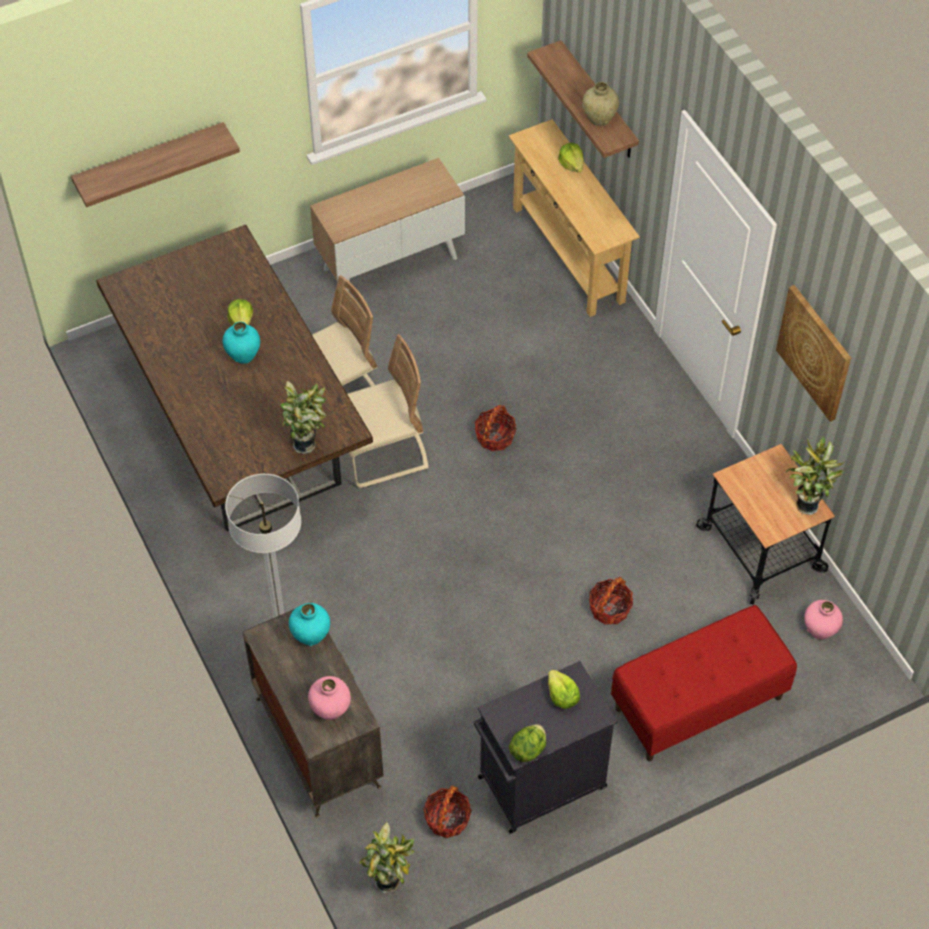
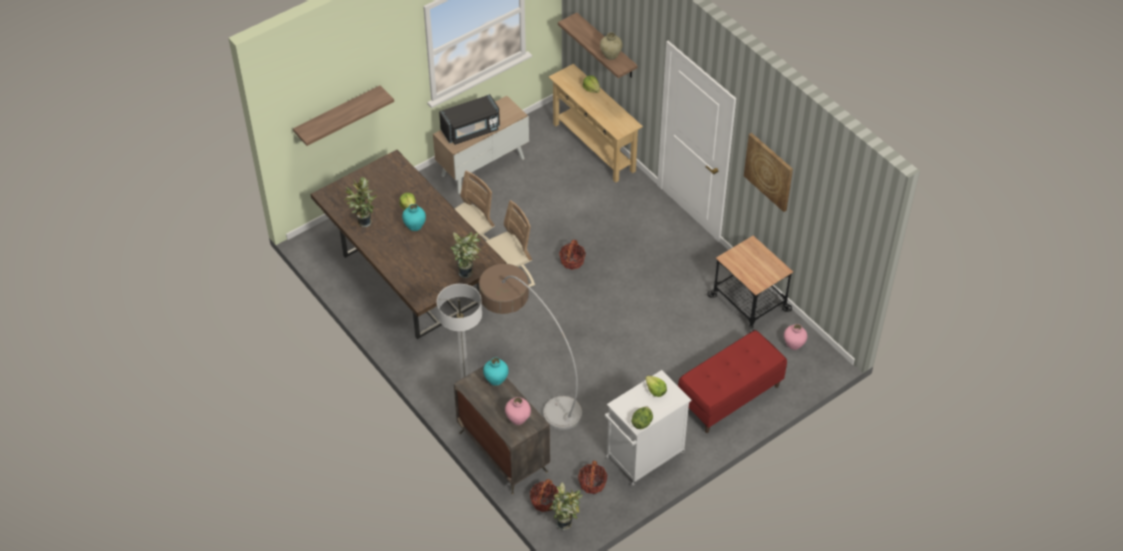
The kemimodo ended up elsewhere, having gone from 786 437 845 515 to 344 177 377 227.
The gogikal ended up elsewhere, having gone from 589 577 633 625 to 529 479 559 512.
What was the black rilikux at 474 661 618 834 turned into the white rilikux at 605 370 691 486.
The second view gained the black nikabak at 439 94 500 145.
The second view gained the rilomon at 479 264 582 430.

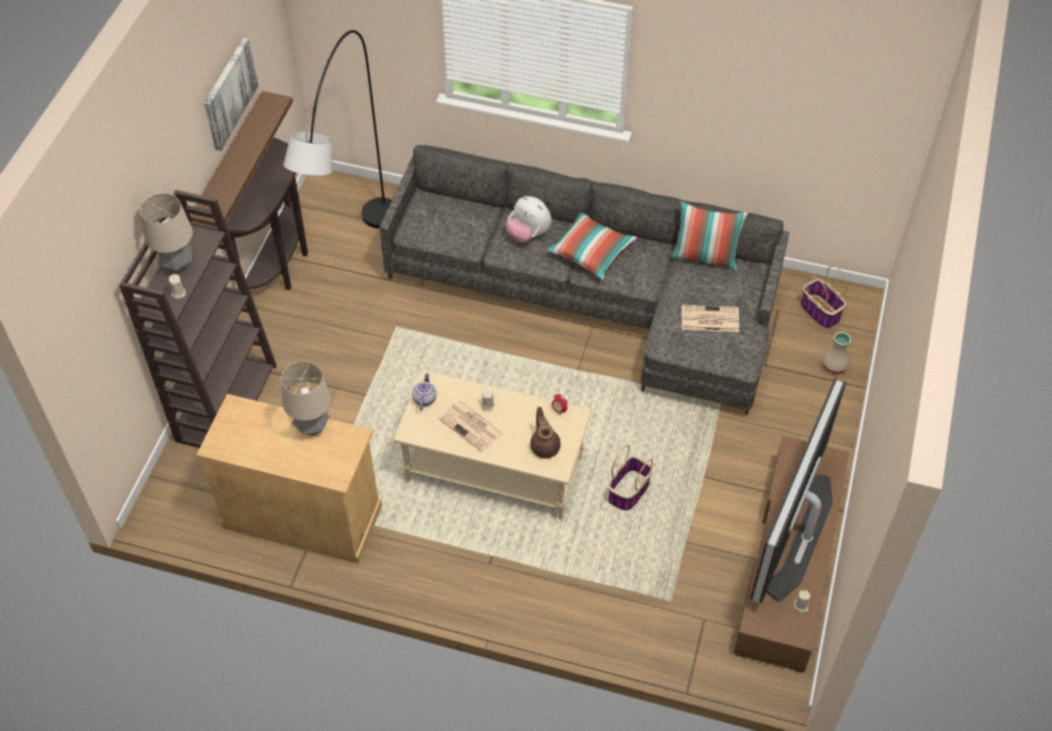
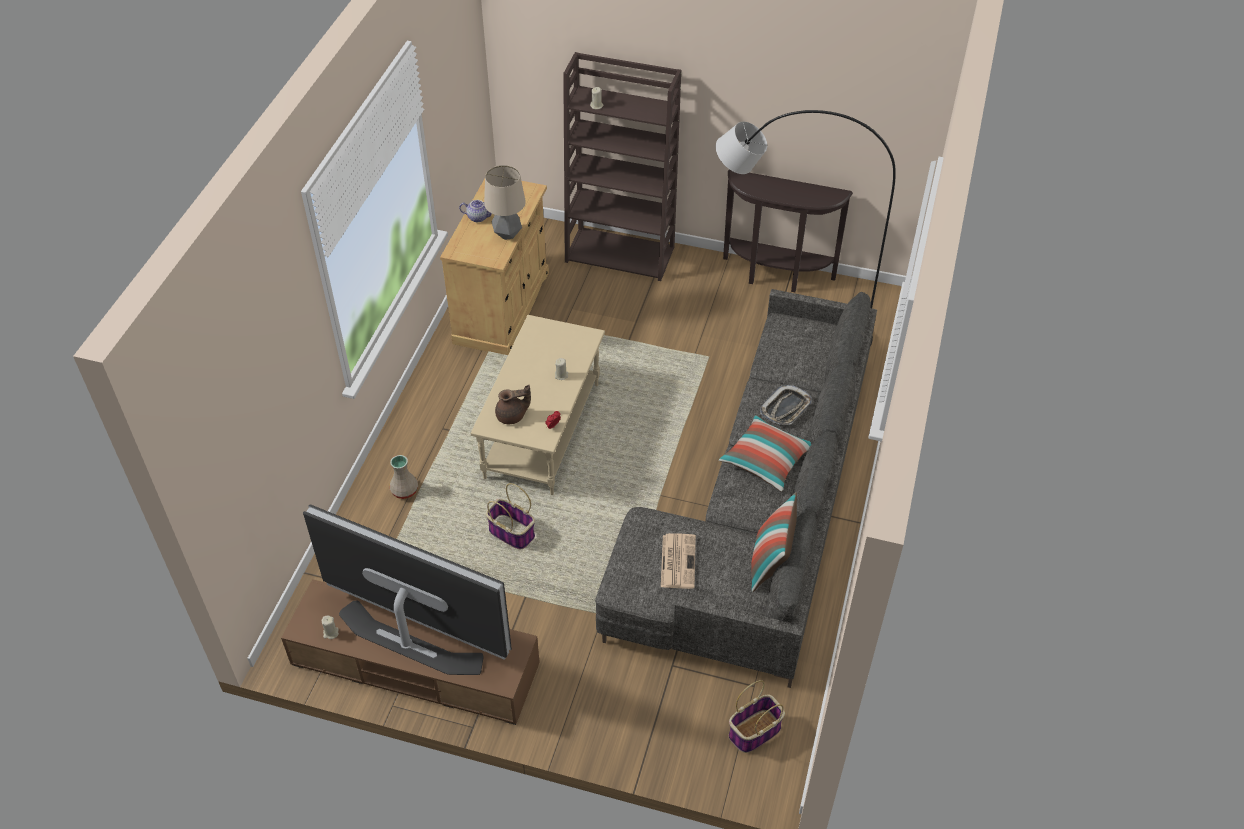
The second view lost the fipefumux at 204 38 258 151.
The second view lost the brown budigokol at 190 91 293 226.
The second view lost the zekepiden at 140 193 193 273.
Where the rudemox stood at 506 196 552 243, the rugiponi came to stand at 760 385 812 425.
The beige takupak ended up elsewhere, having gone from 822 332 851 374 to 389 455 418 499.
The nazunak ended up elsewhere, having gone from 412 373 437 411 to 459 200 492 222.
The second view lost the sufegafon at 438 401 504 452.

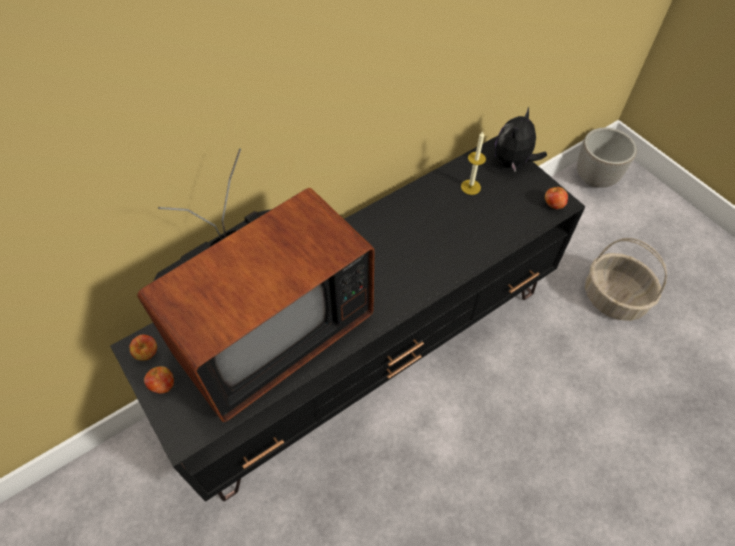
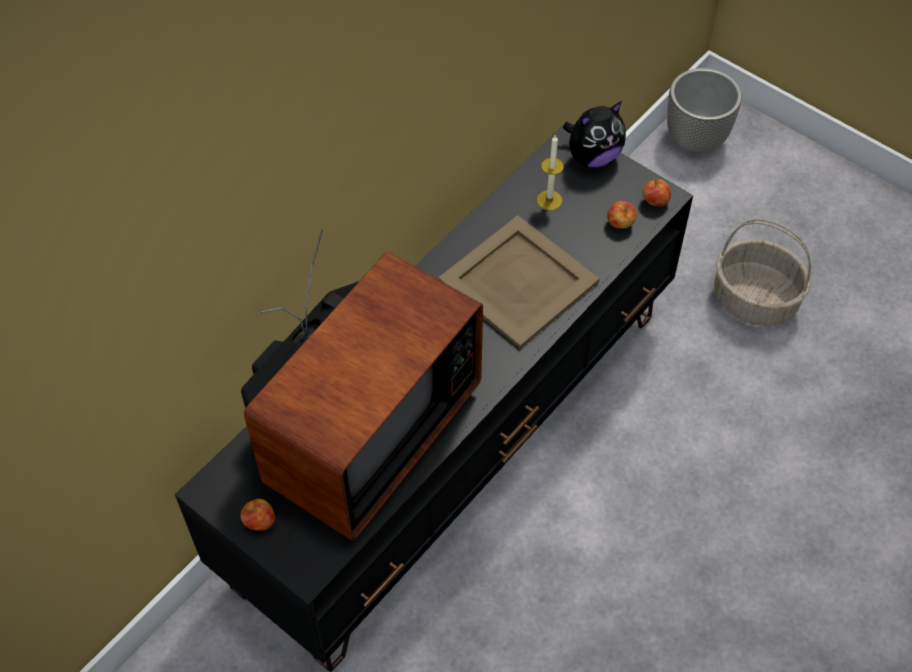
The rudemox at 495 106 547 173 ended up facing another way, 135 degrees counterclockwise from before.
The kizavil ended up elsewhere, having gone from 130 335 157 361 to 607 201 637 229.
The second view gained the beige rugiponi at 438 215 600 348.

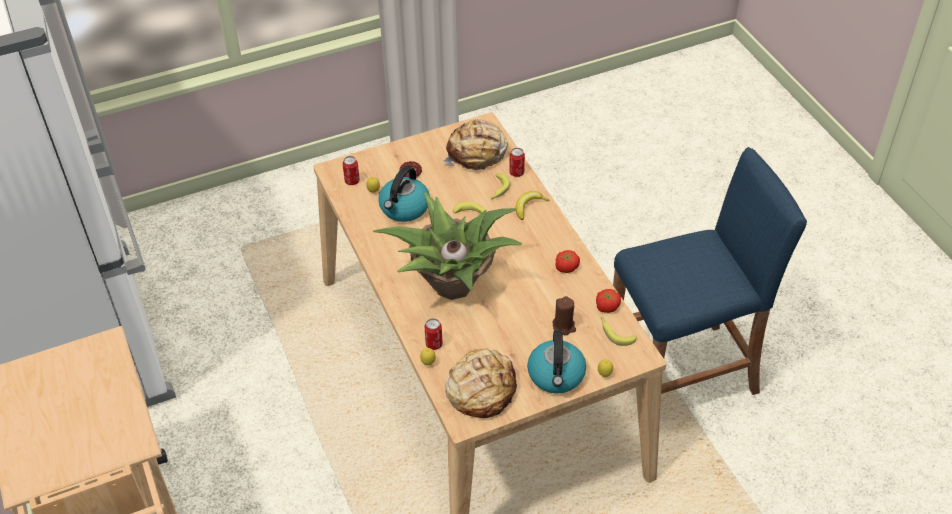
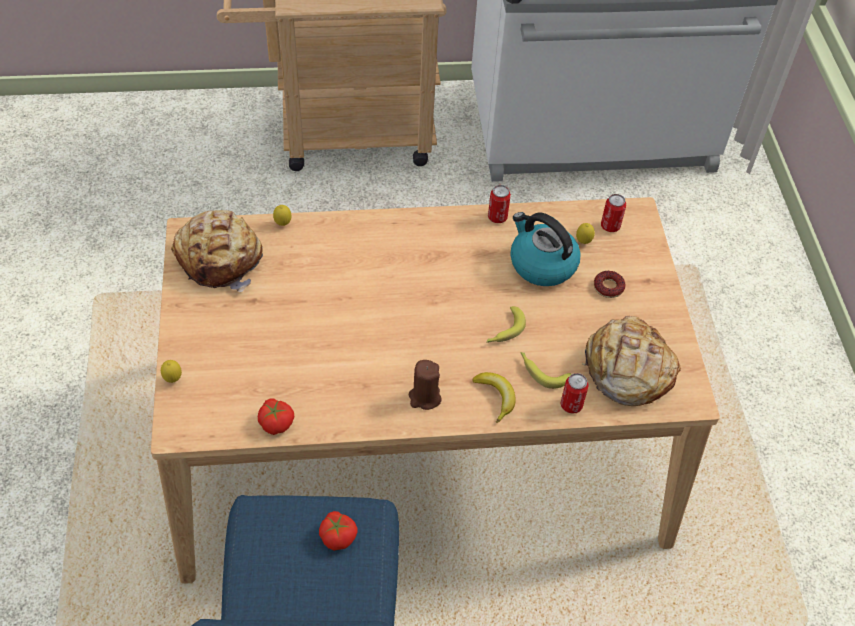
The second view lost the kemimodo at 373 192 522 300.
The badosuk ended up elsewhere, having gone from 555 250 580 273 to 319 511 357 551.
The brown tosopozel ended up elsewhere, having gone from 553 296 576 336 to 409 360 442 410.
The second view lost the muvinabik at 601 317 637 346.
The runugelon ended up elsewhere, having gone from 424 318 443 350 to 488 185 511 223.
The second view lost the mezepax at 527 330 586 394.

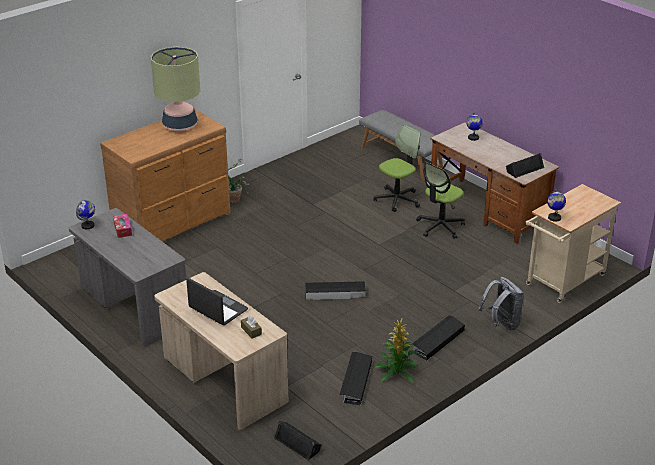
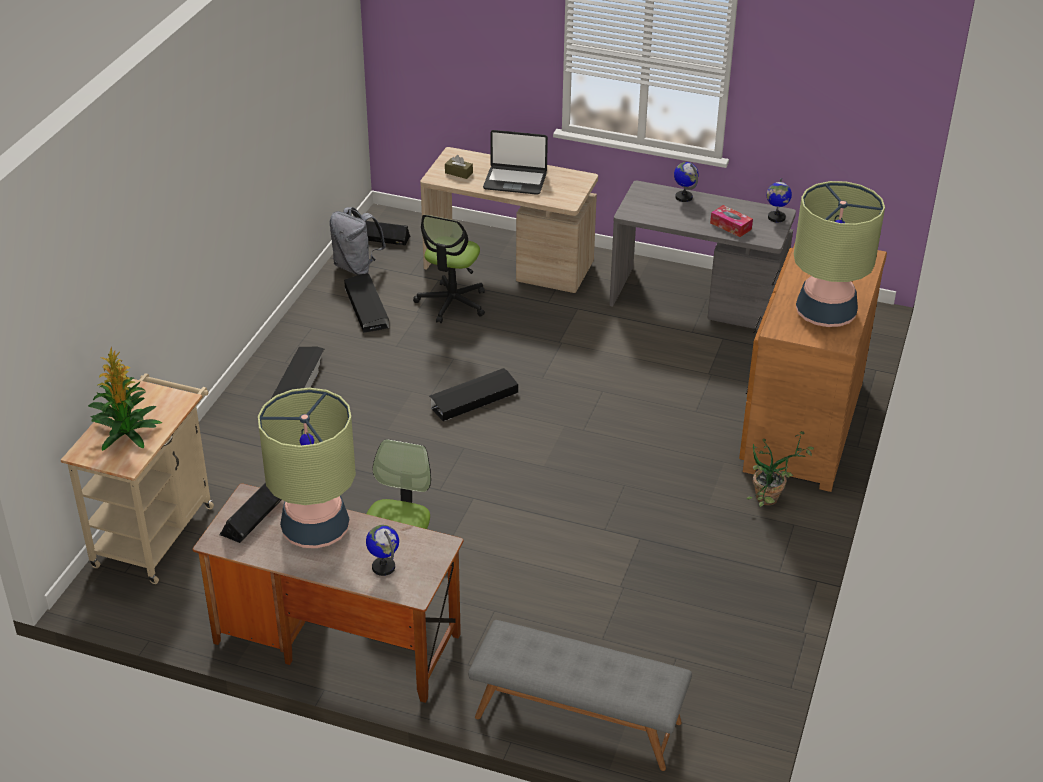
The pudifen ended up elsewhere, having gone from 373 125 420 212 to 413 215 485 323.
The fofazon ended up elsewhere, having gone from 547 189 566 222 to 674 162 699 202.
The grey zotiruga ended up elsewhere, having gone from 479 277 524 331 to 329 207 386 275.
The kemimodo ended up elsewhere, having gone from 375 318 419 383 to 88 347 162 451.
The second view gained the zekepiden at 258 387 356 548.

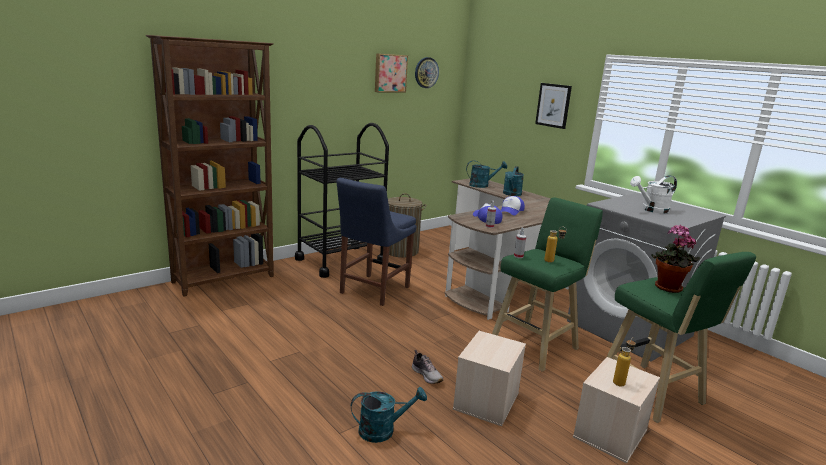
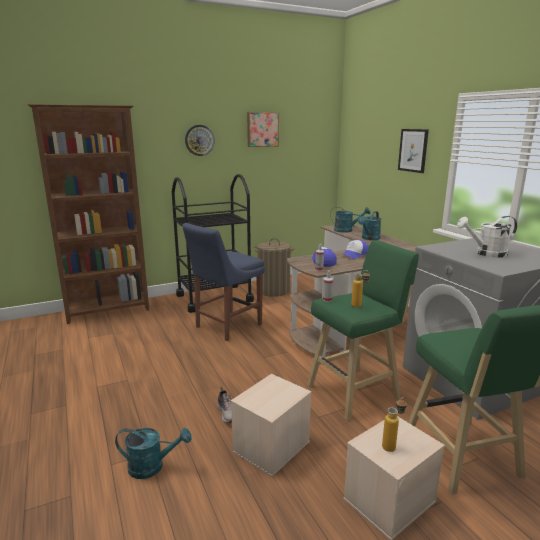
The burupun ended up elsewhere, having gone from 415 57 439 88 to 185 125 215 156.
The second view lost the kemimodo at 651 225 700 293.

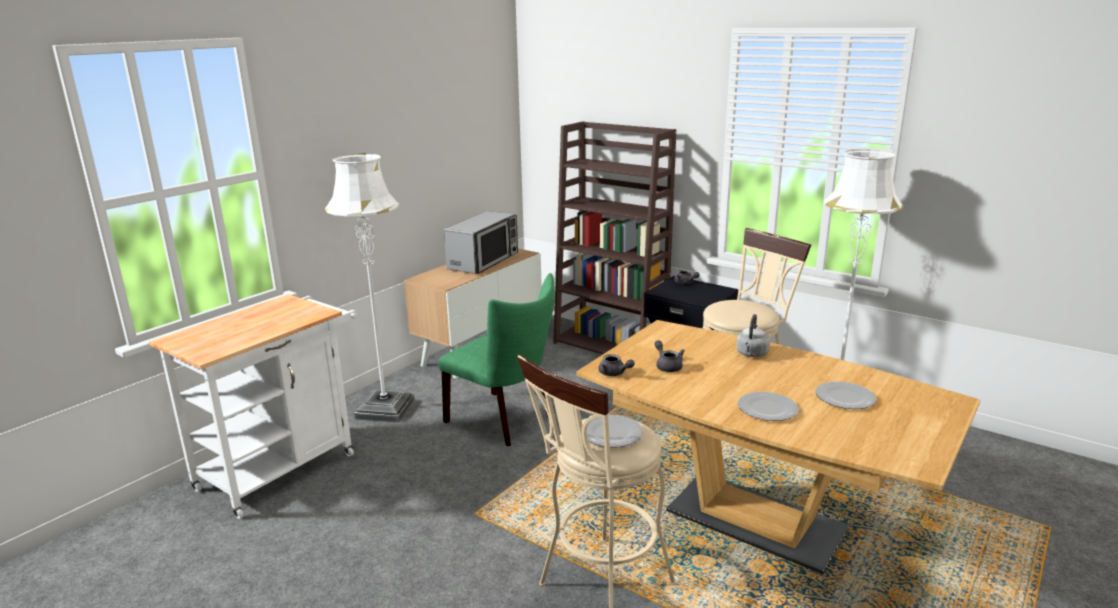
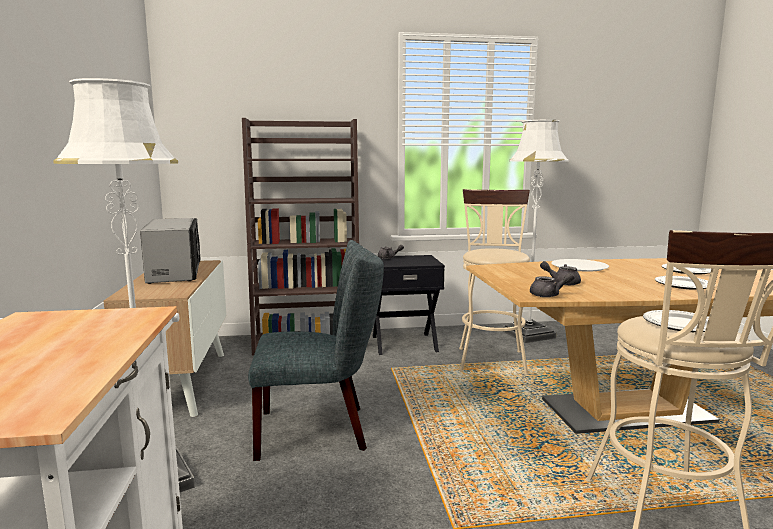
What was the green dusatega at 438 273 555 446 turned into the grey dusatega at 248 240 384 461.
Where the grey mezepax stood at 736 314 770 357, the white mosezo came to stand at 551 259 609 272.

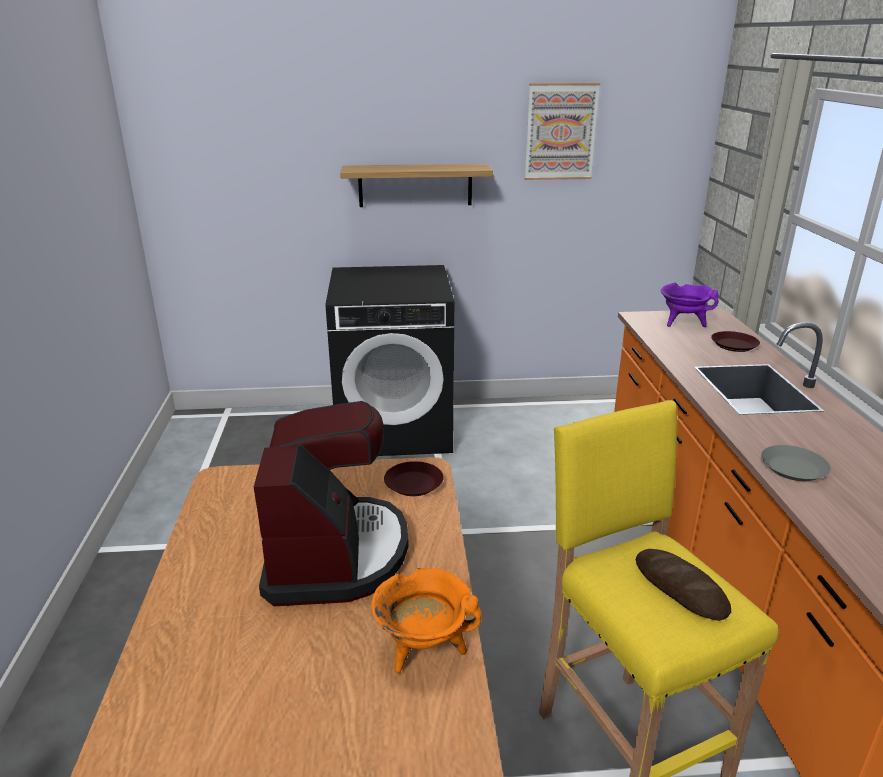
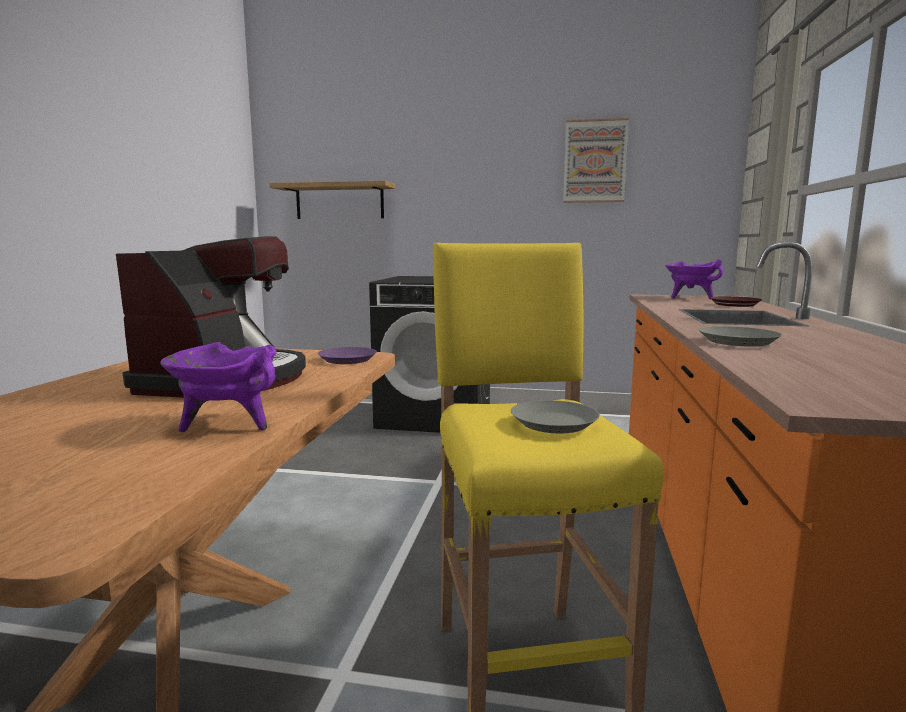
The budigokol ended up elsewhere, having gone from 340 164 493 207 to 269 181 395 219.
What was the brown mosezo at 384 461 444 496 turned into the purple mosezo at 318 347 377 364.
Where the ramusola stood at 635 549 731 621, the grey mosezo came to stand at 511 400 600 433.
What was the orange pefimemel at 372 568 482 673 turned into the purple pefimemel at 160 342 276 432.

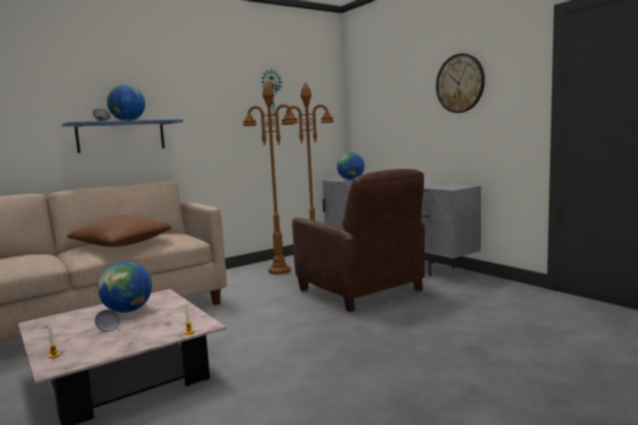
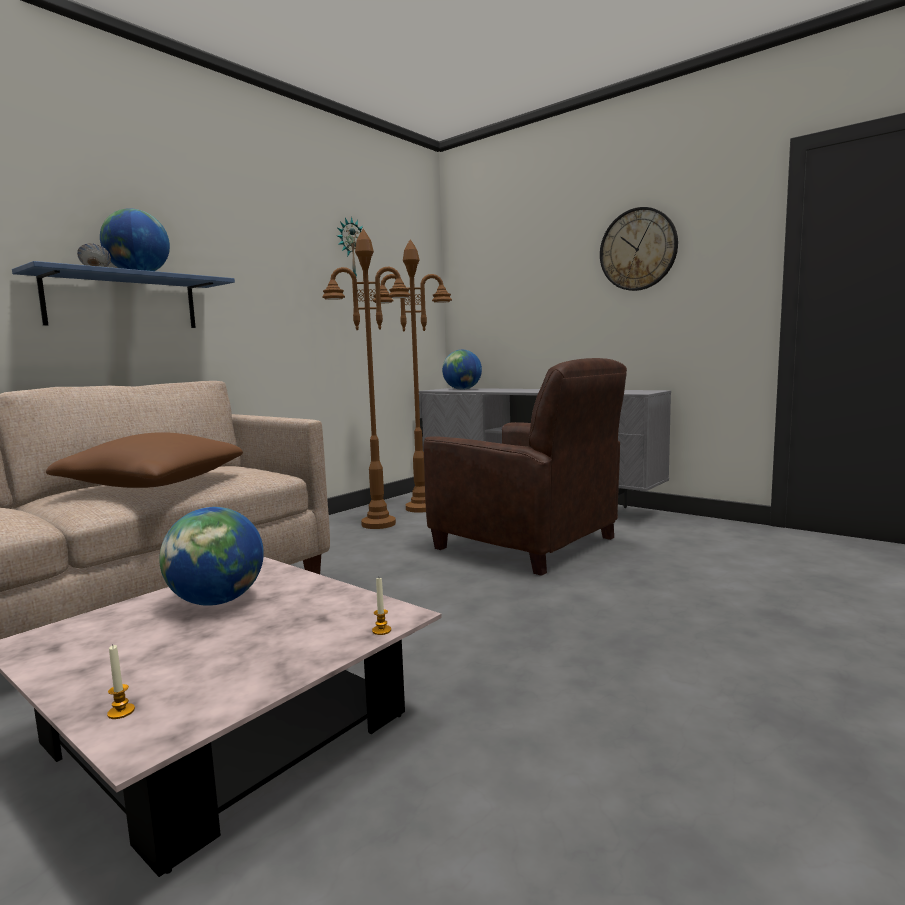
The second view lost the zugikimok at 95 310 120 332.

